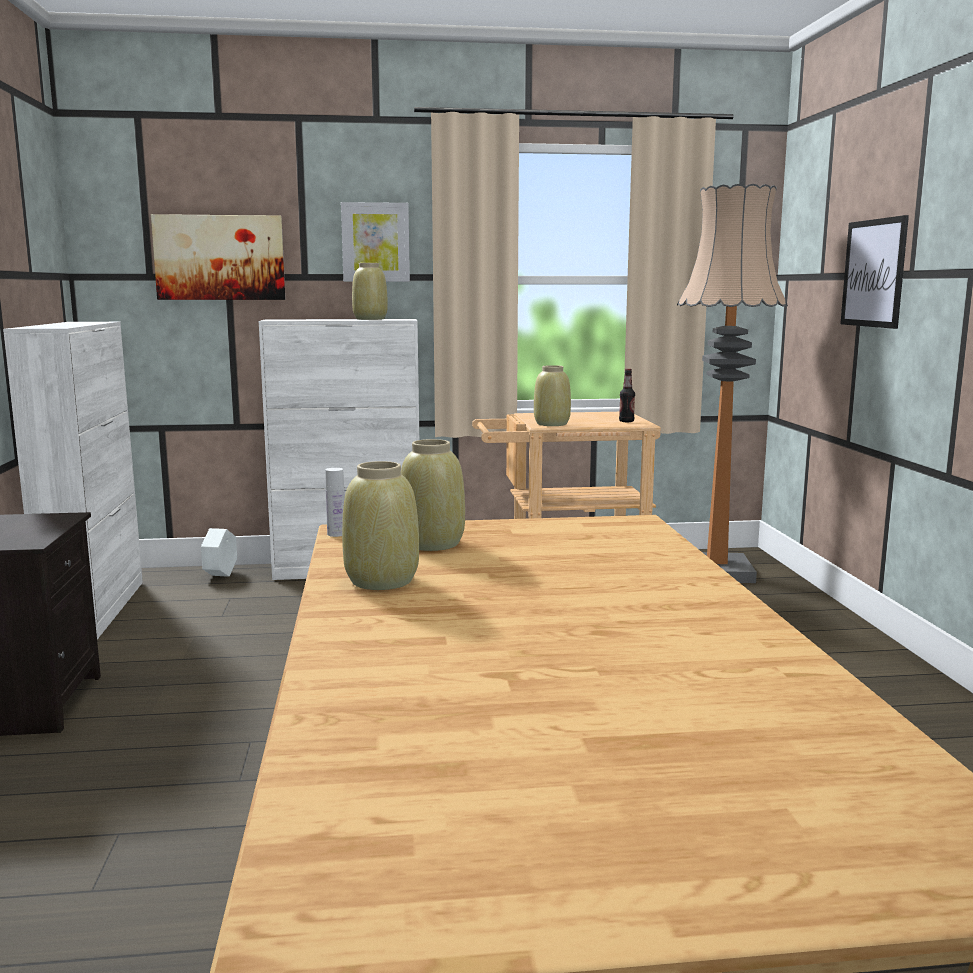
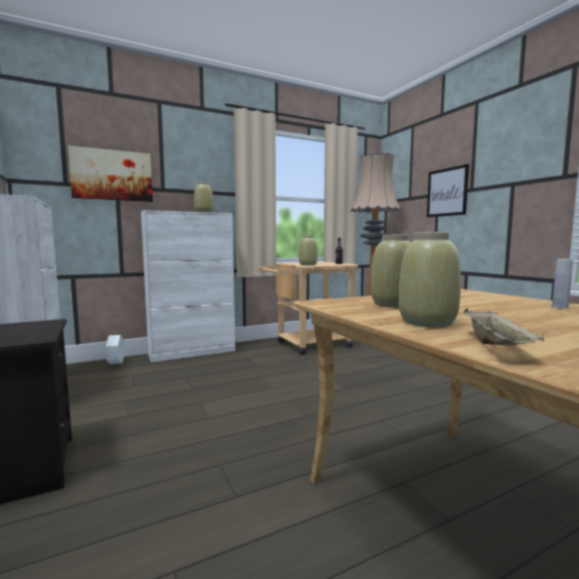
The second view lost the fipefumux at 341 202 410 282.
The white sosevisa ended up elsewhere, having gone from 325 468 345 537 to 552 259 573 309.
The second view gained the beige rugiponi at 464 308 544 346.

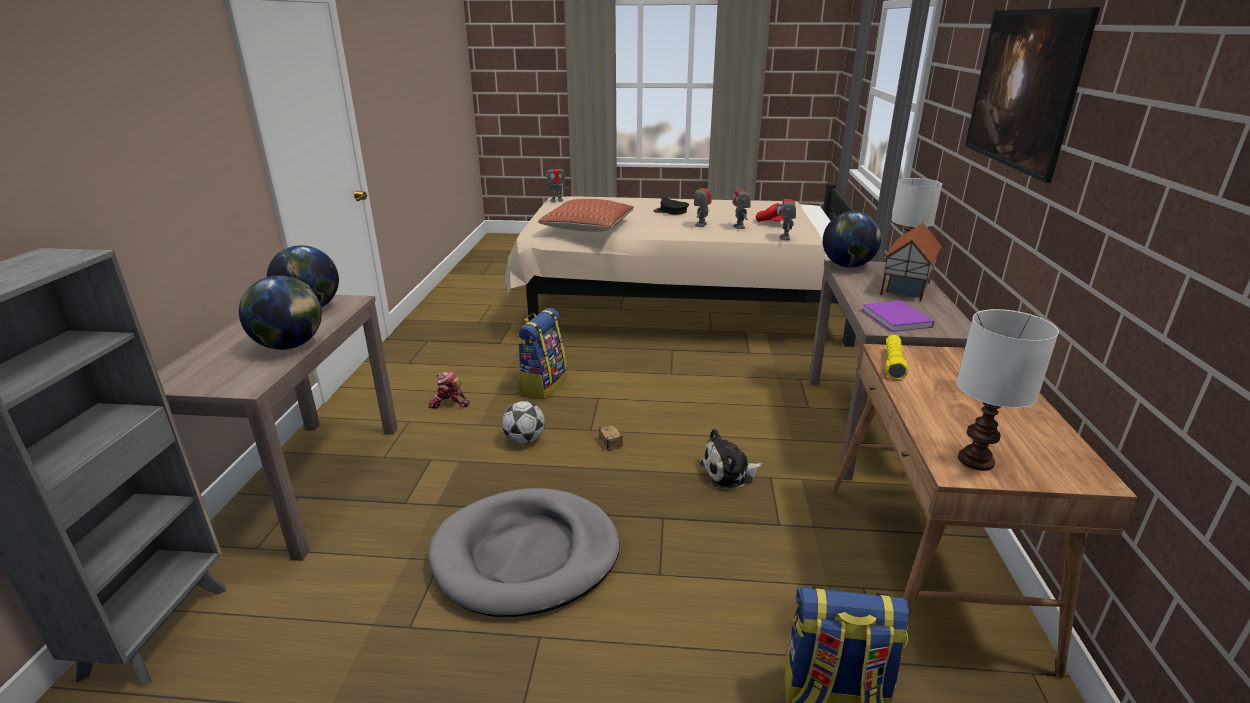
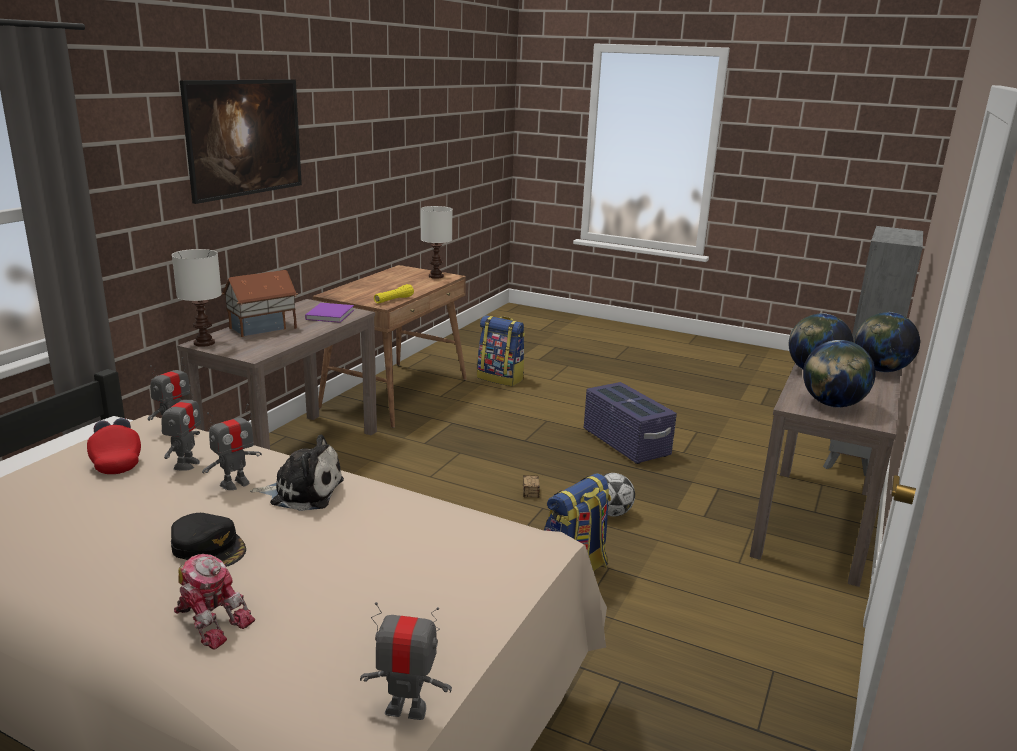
The second view lost the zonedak at 538 199 634 232.
The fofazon ended up elsewhere, having gone from 823 211 881 268 to 854 312 920 372.
The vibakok ended up elsewhere, having gone from 428 371 470 408 to 174 554 255 650.
The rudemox ended up elsewhere, having gone from 700 429 762 489 to 250 435 344 511.
Where the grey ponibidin stood at 429 488 620 617, the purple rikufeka came to stand at 584 382 677 464.

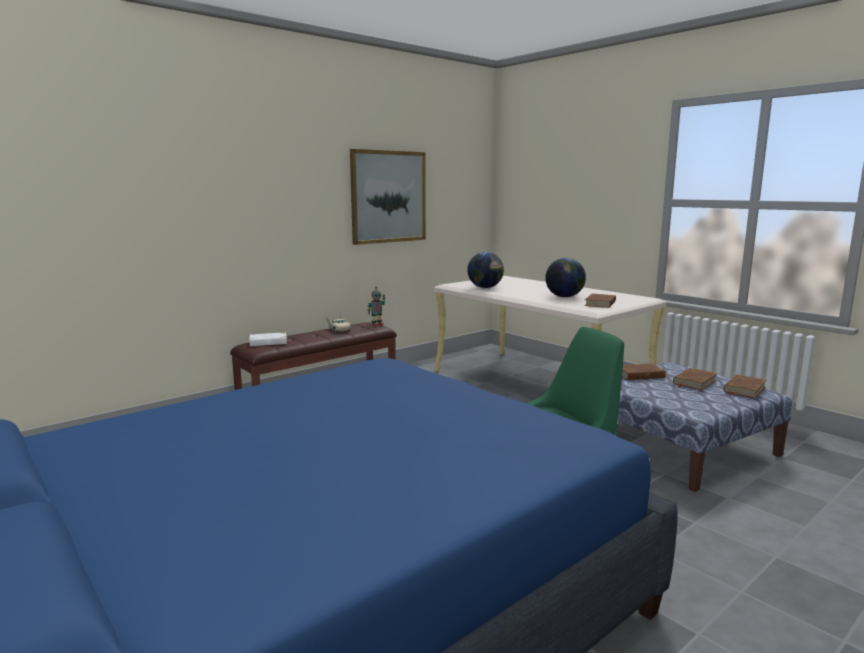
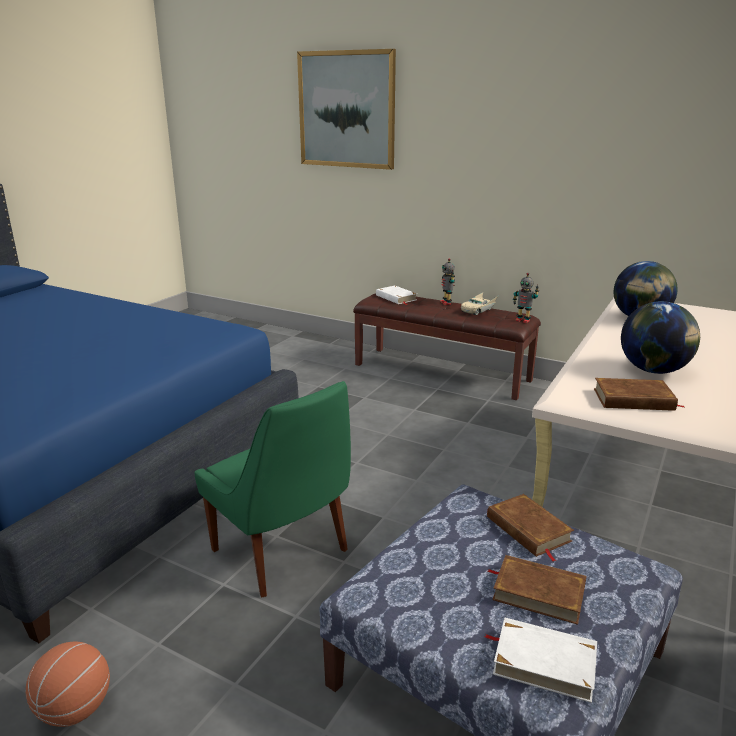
The fipefumux ended up elsewhere, having gone from 350 149 426 245 to 297 49 396 170.
What was the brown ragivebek at 724 375 767 399 turned into the white ragivebek at 484 617 597 703.
The second view gained the vibakok at 440 258 455 305.
The second view gained the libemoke at 26 642 110 727.

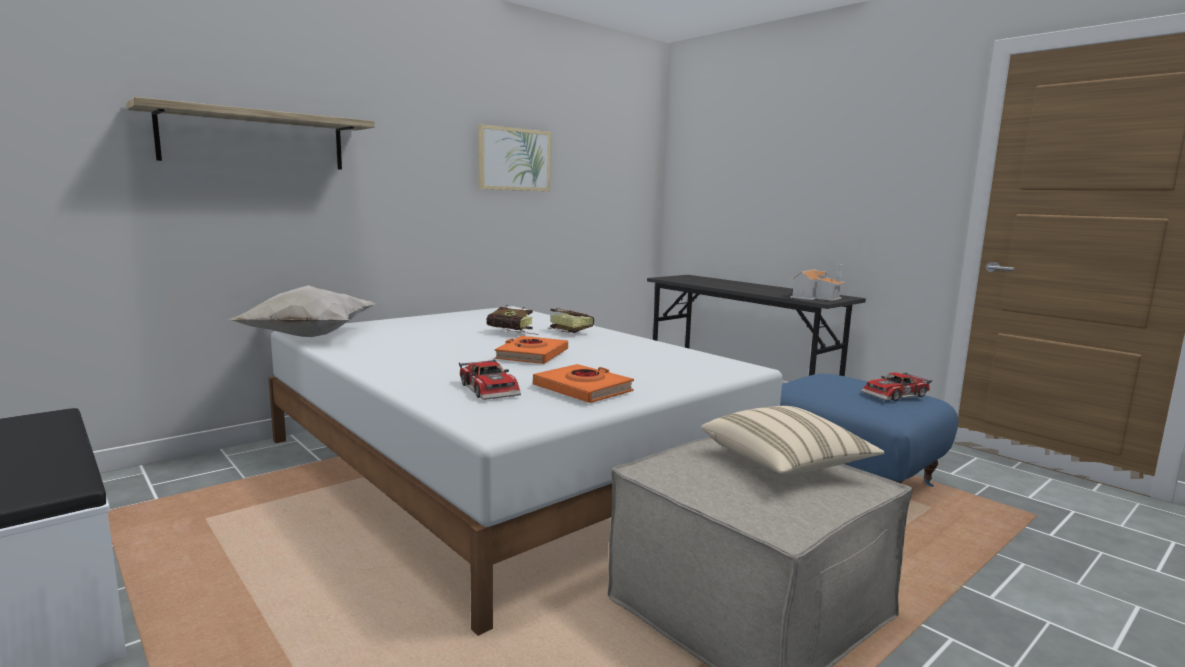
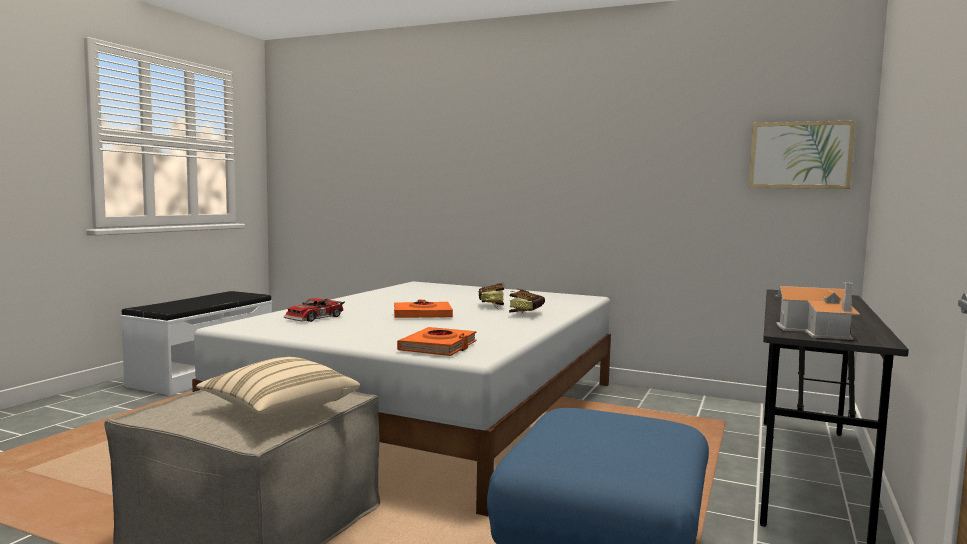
The second view lost the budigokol at 126 97 375 170.
The fipefumux ended up elsewhere, having gone from 478 124 551 191 to 749 120 856 189.
The second view lost the white zonedak at 226 285 376 337.
The orange ragivebek ended up elsewhere, having gone from 533 364 634 403 to 397 327 477 356.
The second view lost the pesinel at 861 372 932 401.

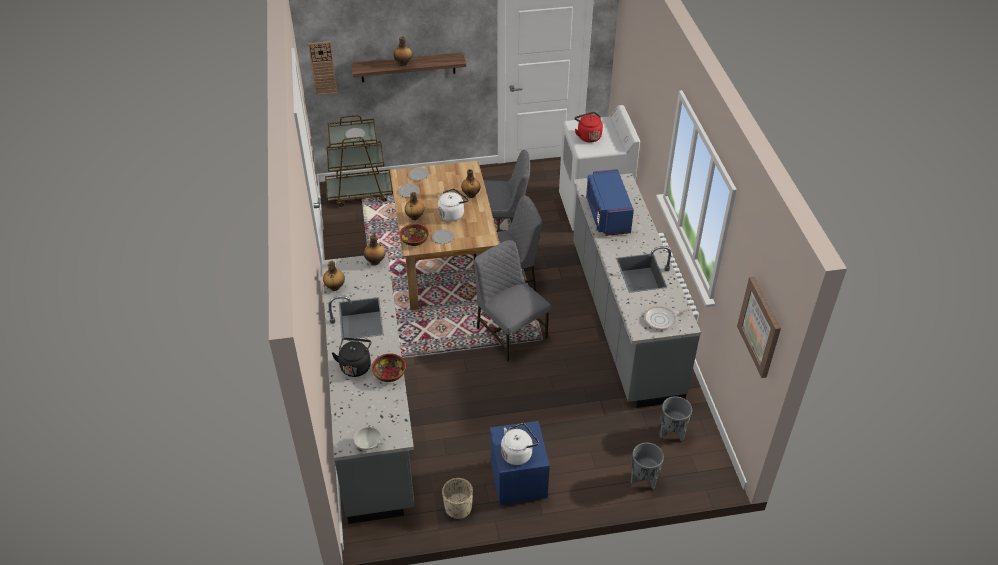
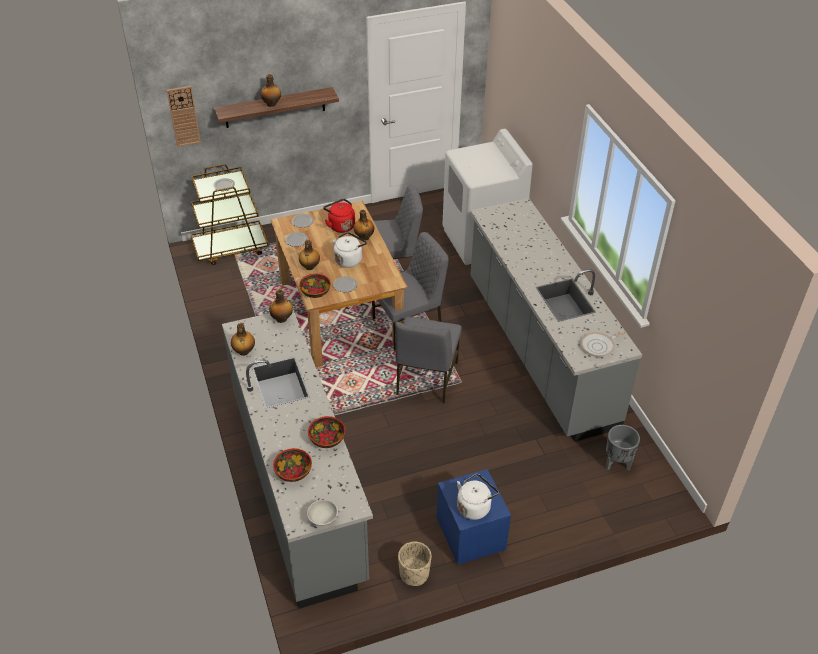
The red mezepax ended up elsewhere, having gone from 575 112 603 142 to 323 199 355 233.
The second view lost the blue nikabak at 586 169 634 236.
The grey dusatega at 474 240 551 362 ended up facing another way, 120 degrees counterclockwise from before.
The second view lost the fipefumux at 737 277 781 378.
The second view lost the black mezepax at 332 338 372 377.
The second view lost the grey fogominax at 631 443 664 489.
The second view gained the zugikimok at 273 448 312 482.

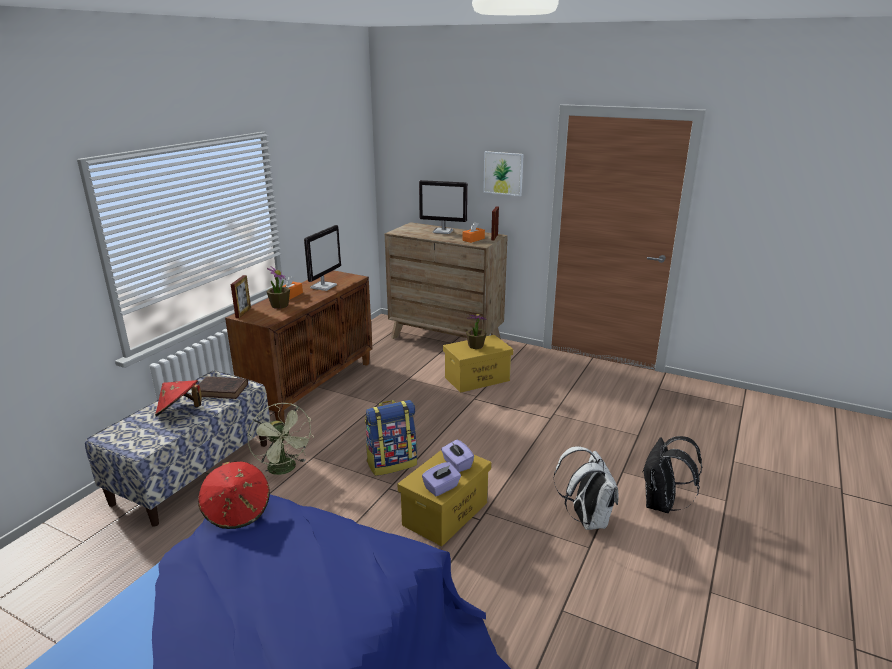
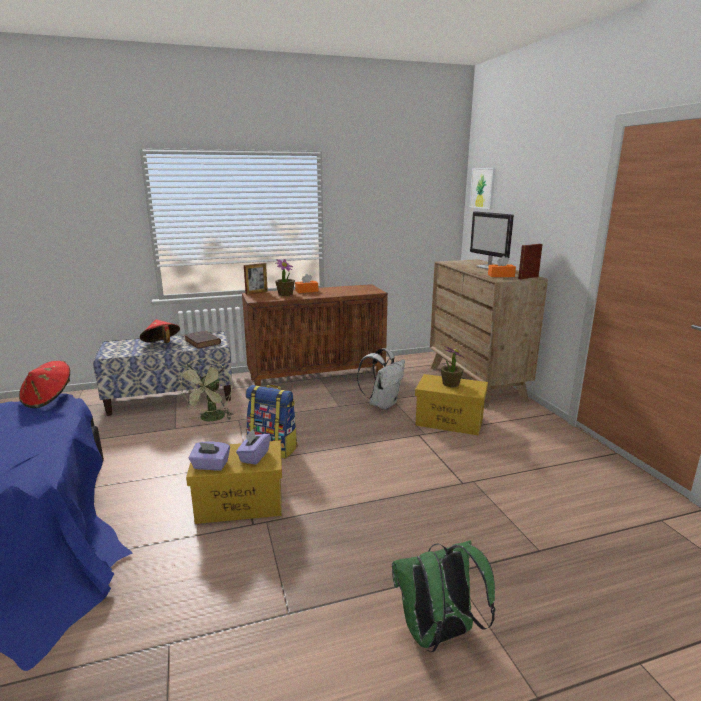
The fipefumux ended up elsewhere, having gone from 483 151 524 196 to 470 168 496 209.
The second view lost the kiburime at 304 225 341 291.
What was the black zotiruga at 643 436 703 513 turned into the green zotiruga at 392 540 495 652.
The white zotiruga ended up elsewhere, having gone from 554 446 619 530 to 357 348 405 410.

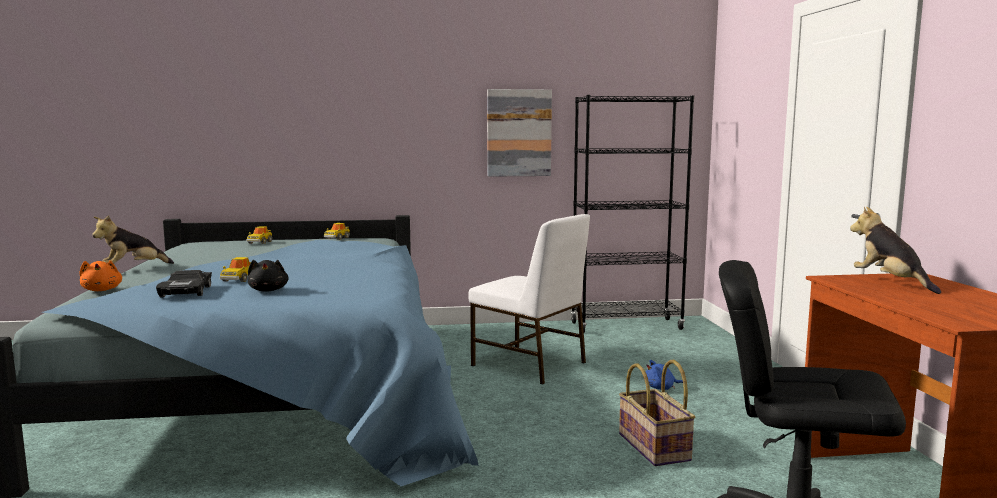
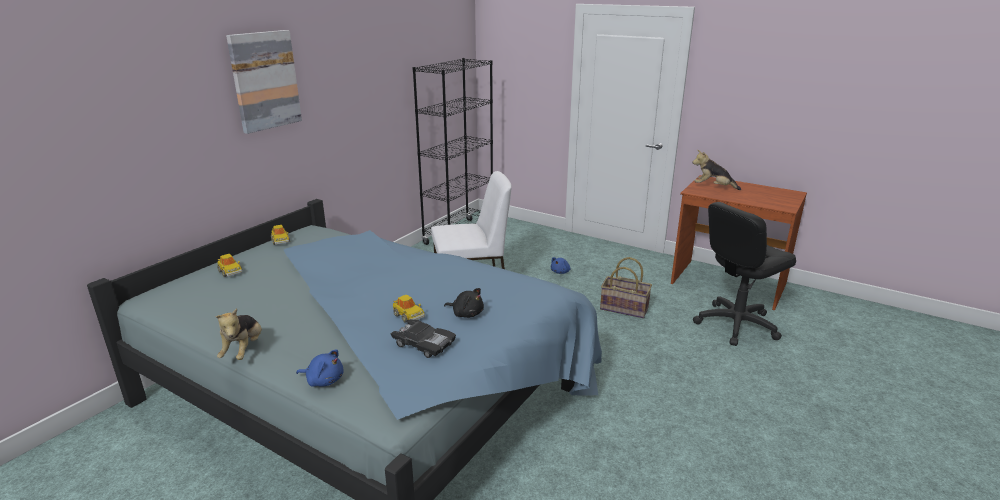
The fipefumux ended up elsewhere, having gone from 487 89 552 177 to 226 30 302 134.
What was the orange rudemox at 80 260 122 291 turned into the blue rudemox at 296 349 344 387.

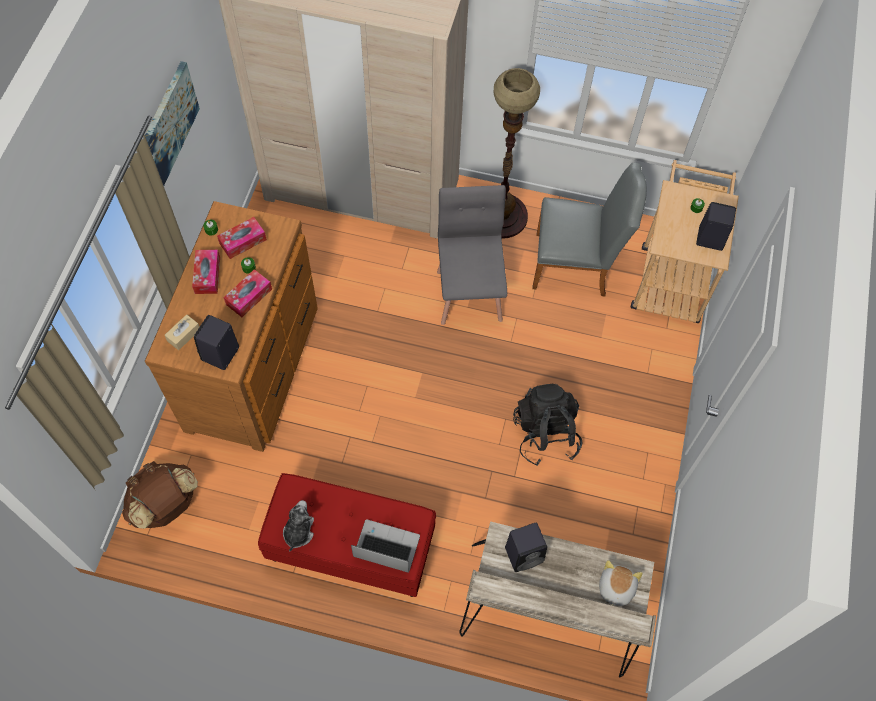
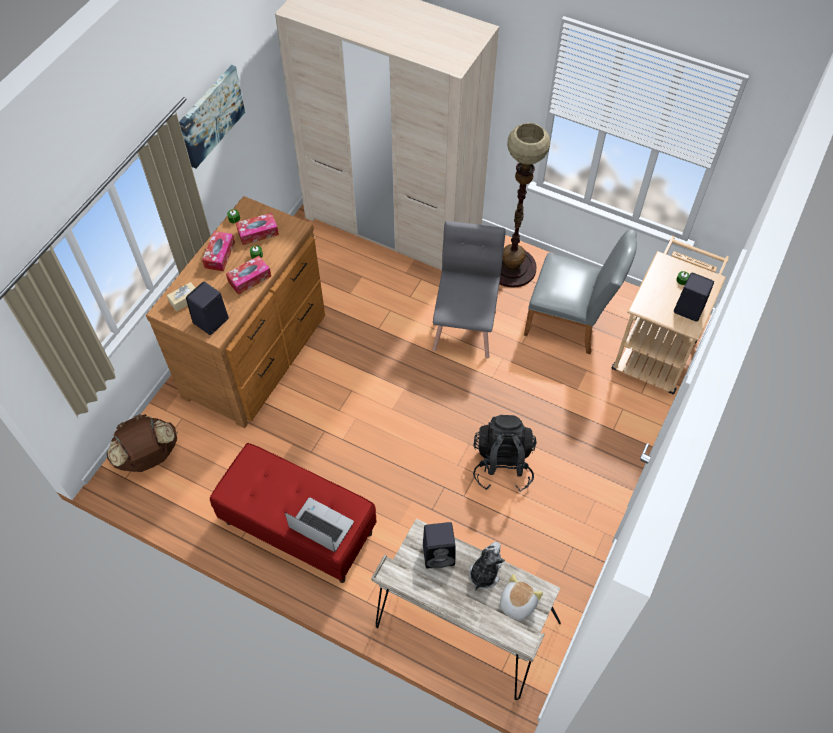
The rudemox ended up elsewhere, having gone from 283 500 314 551 to 469 542 505 591.

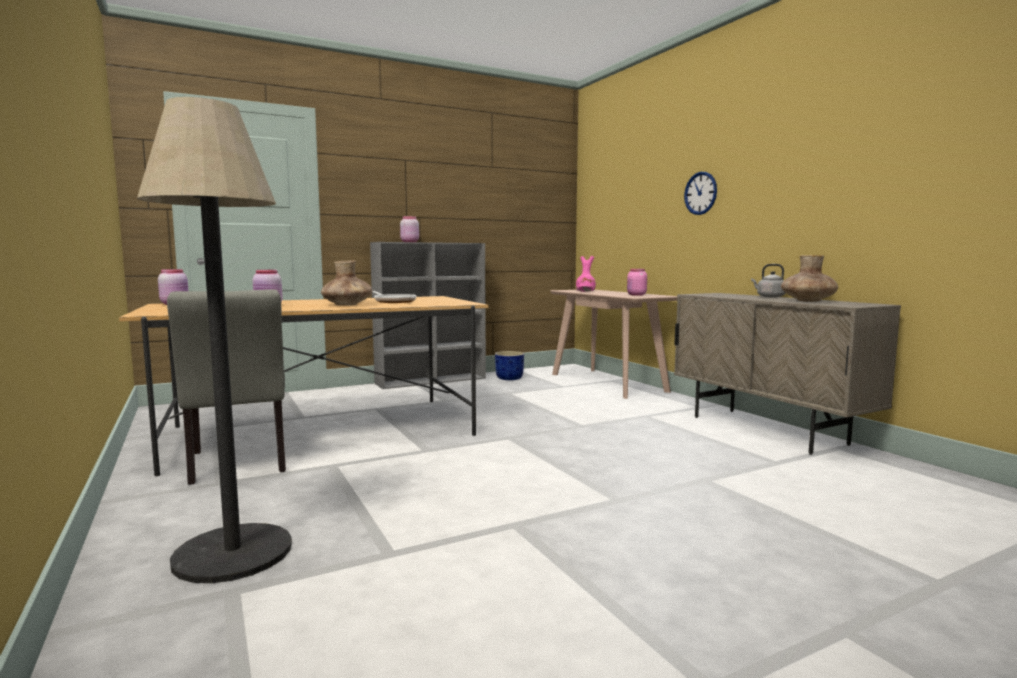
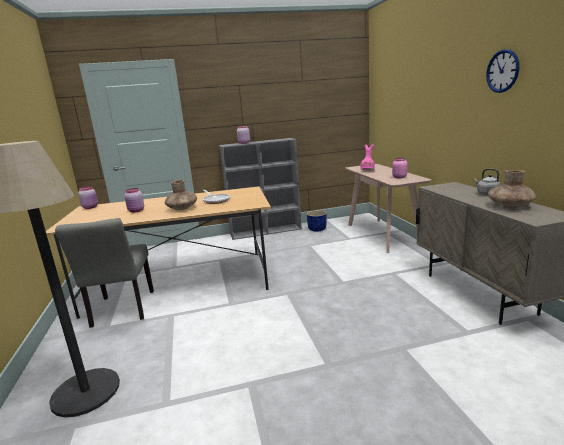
The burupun ended up elsewhere, having gone from 684 172 717 215 to 486 49 520 93.

